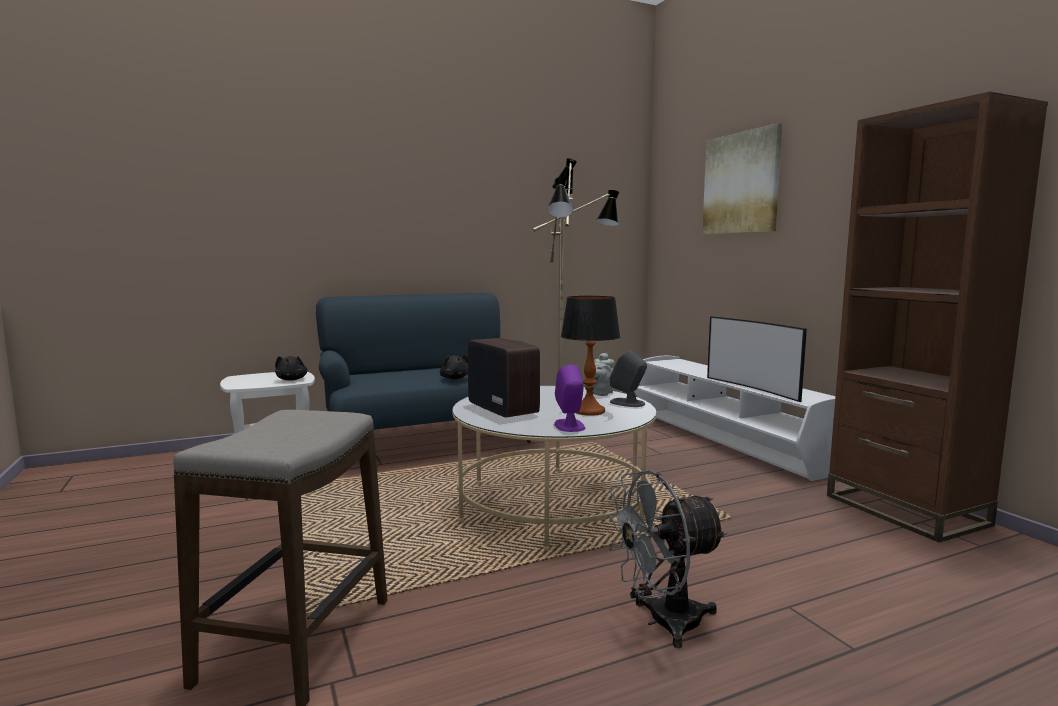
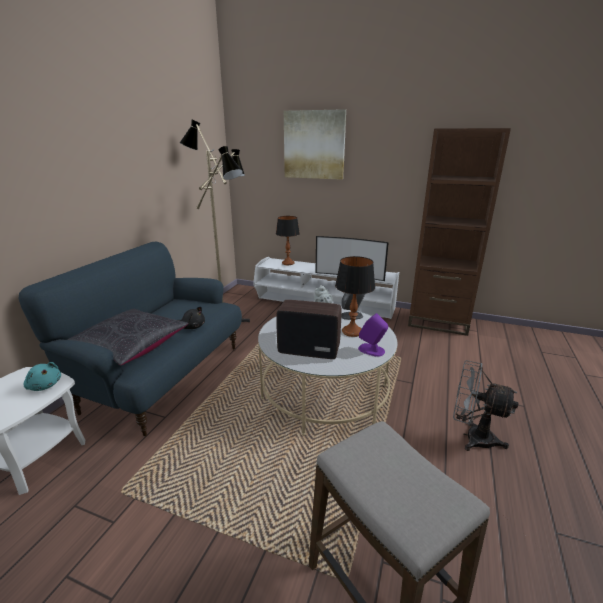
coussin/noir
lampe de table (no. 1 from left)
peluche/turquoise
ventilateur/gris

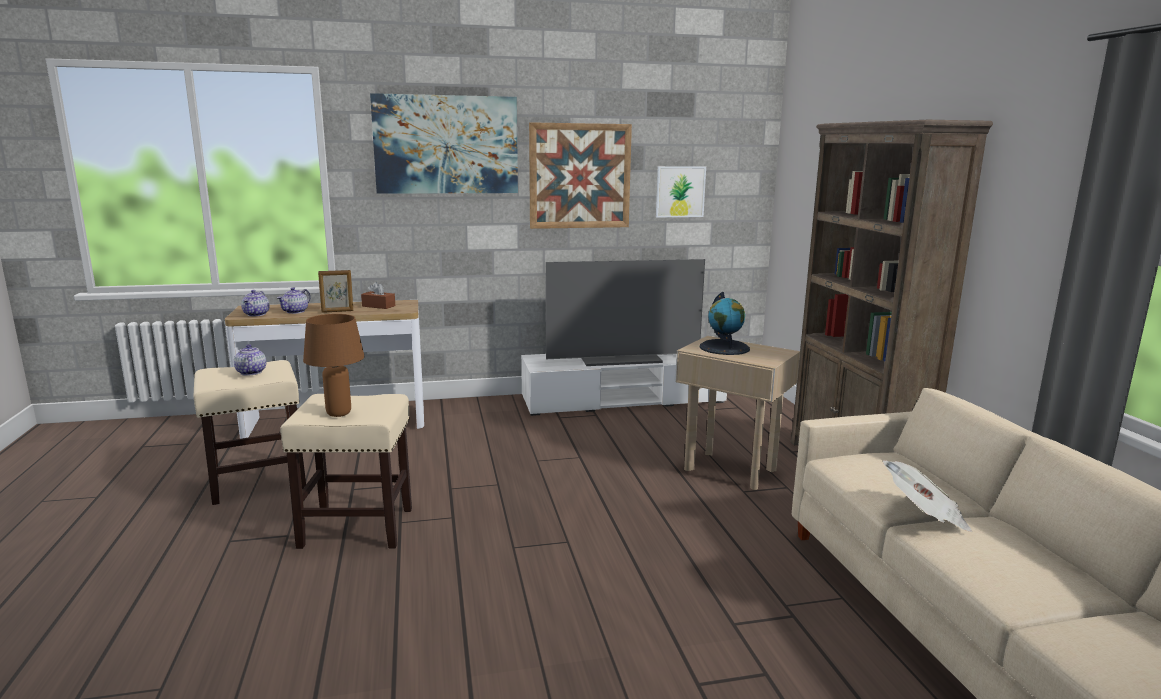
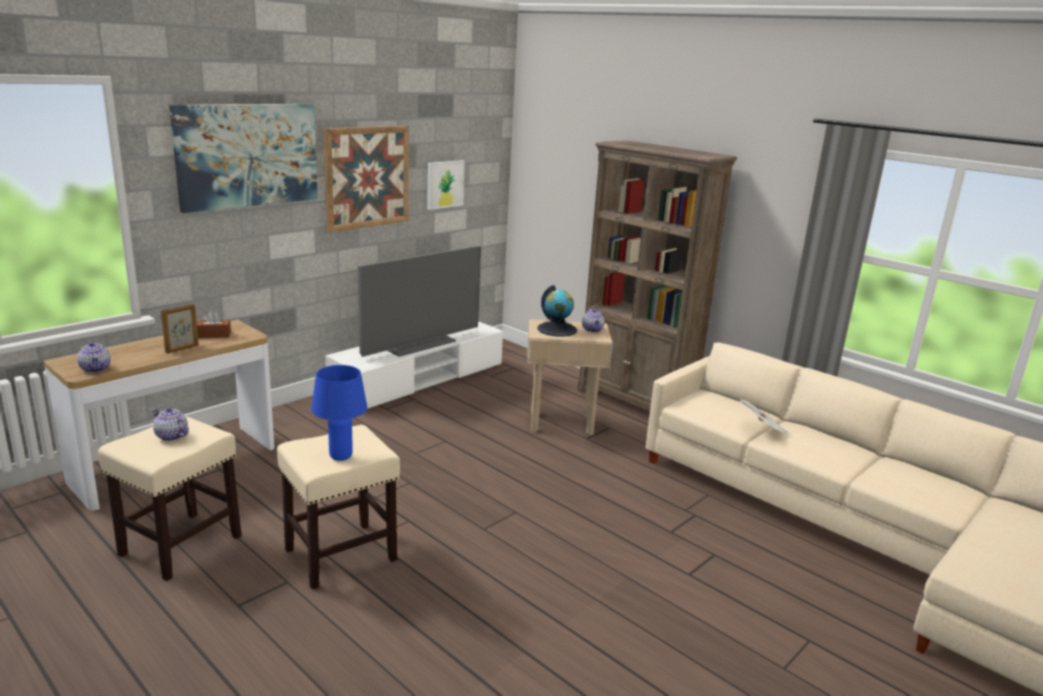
théière (no. 3 from left)
lampe de table/bleu

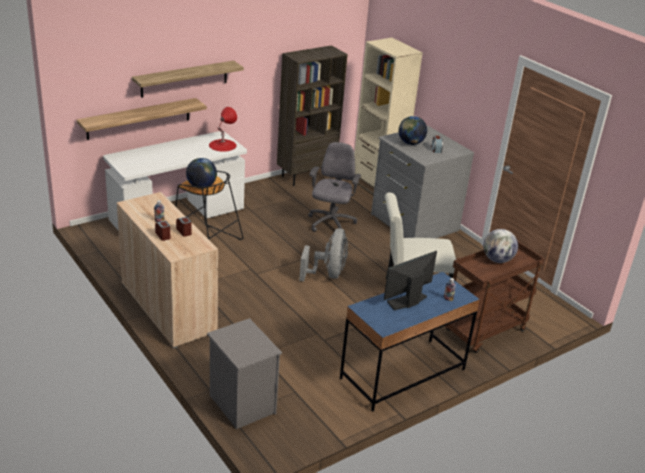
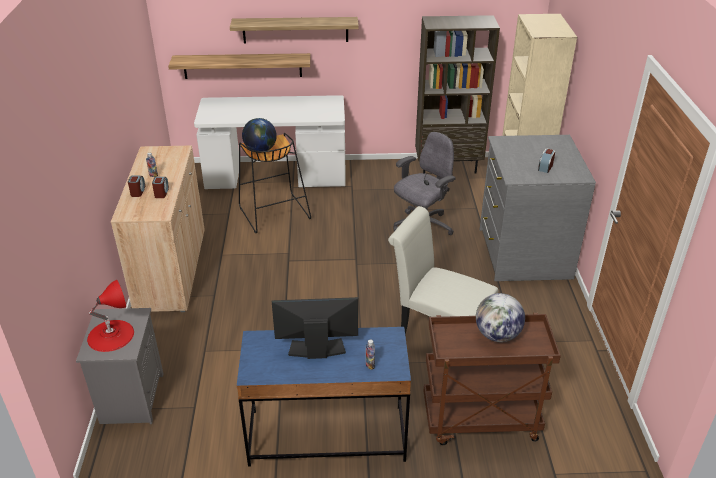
ventilateur/gris
globe (no. 2 from left in the first image)
lampe de table/rouge

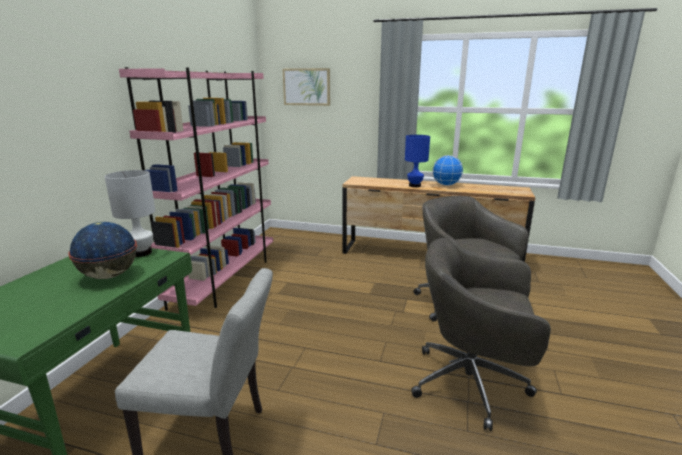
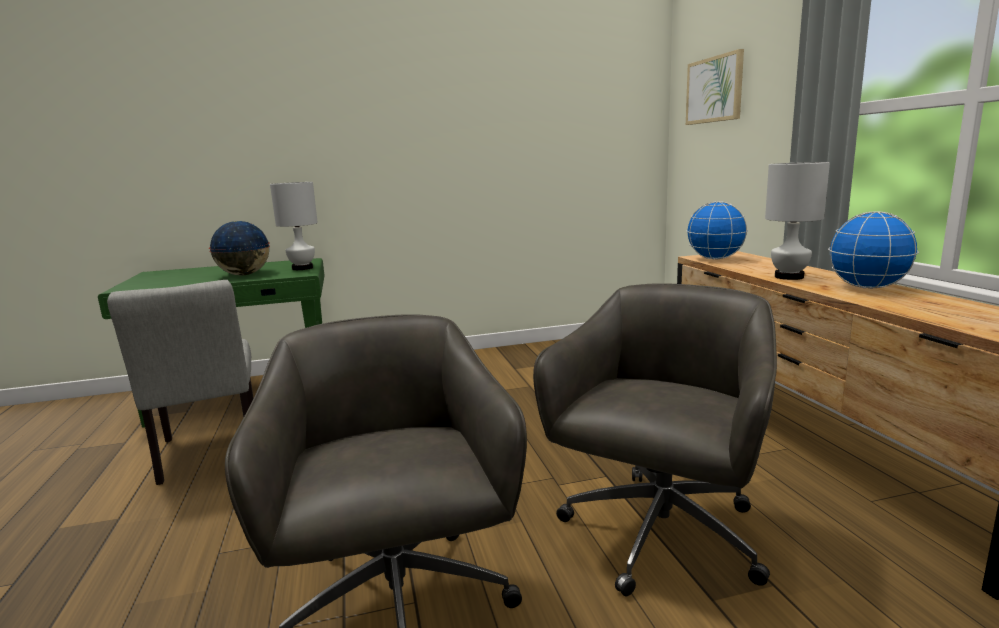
bibliothèque/rose
globe (no. 2 from left)
lampe de table/blanc (no. 2 from left)

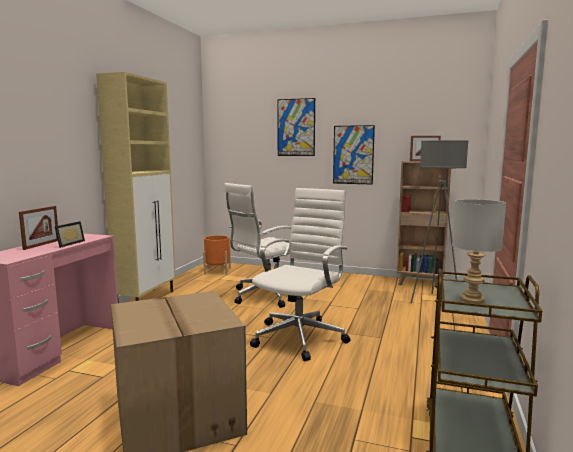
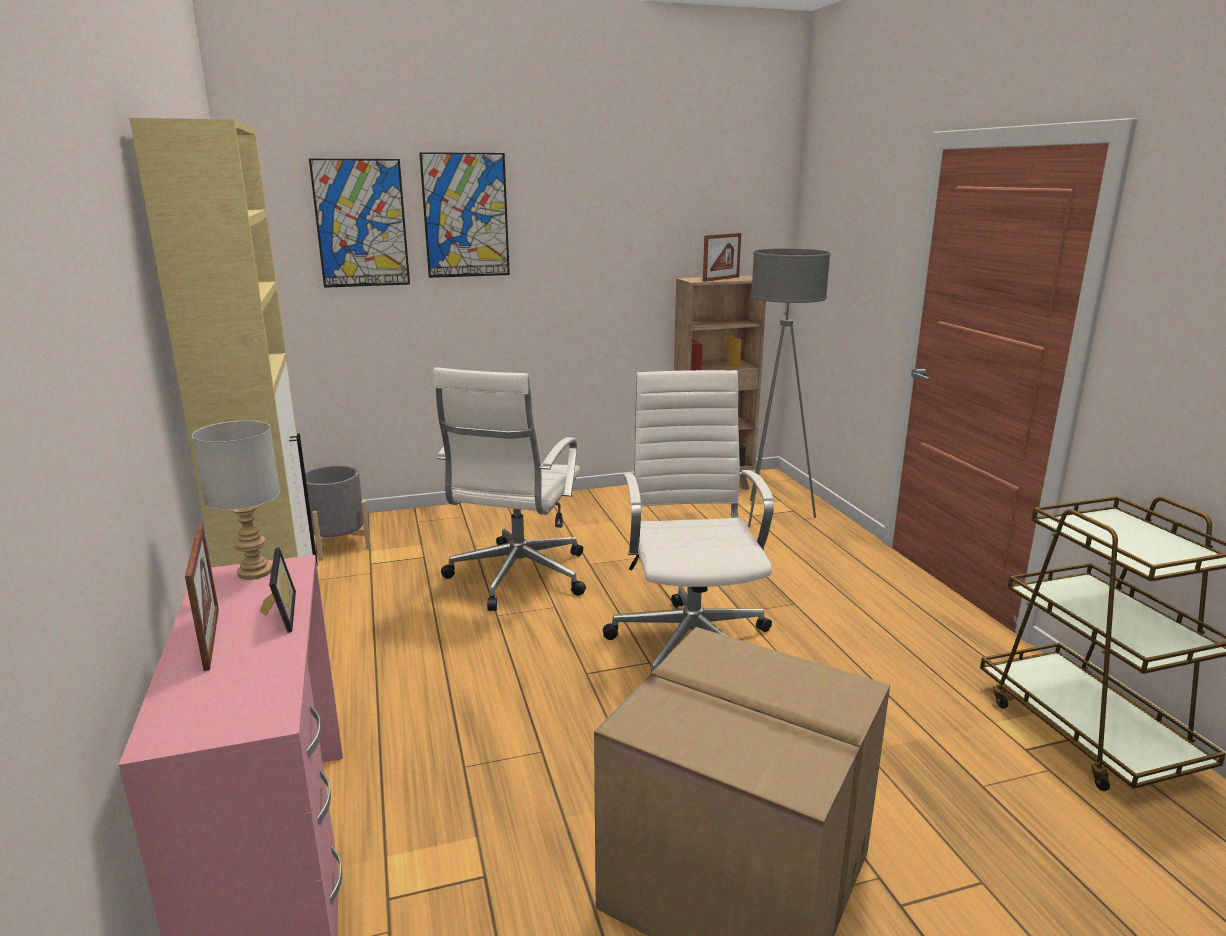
tableau (no. 1 from left)
lampe de table/gris
cache-pot/gris

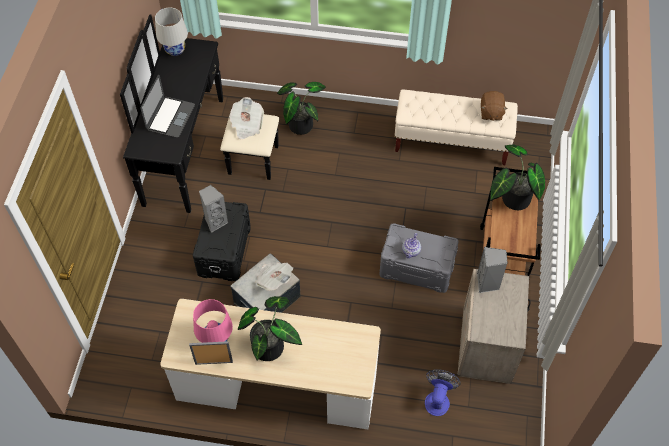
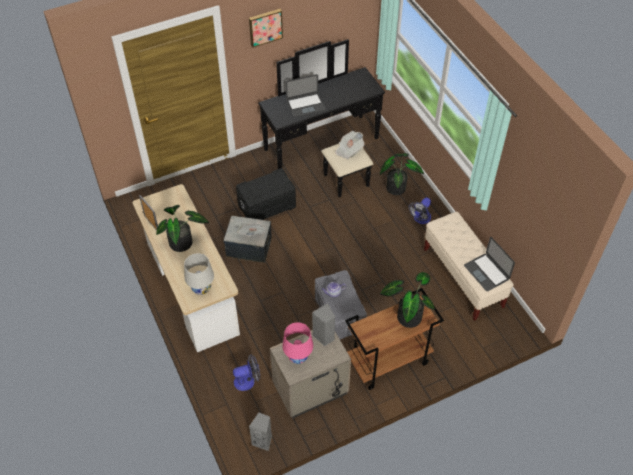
tableau
ventilateur (no. 2 from left)
lampe de table/blanc
lampe de table/rose
enceinte/gris (no. 1 from left)
ordinateur portable (no. 2 from left)

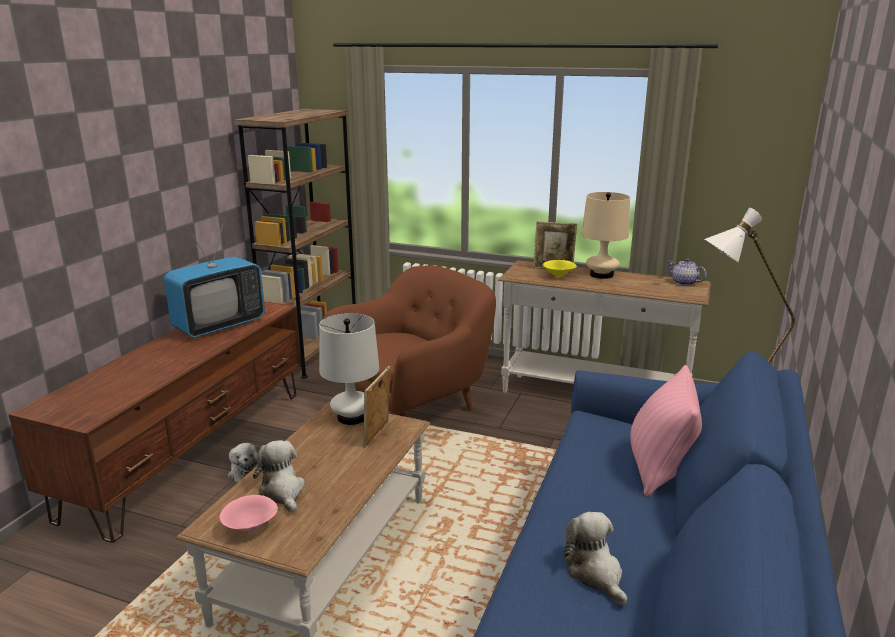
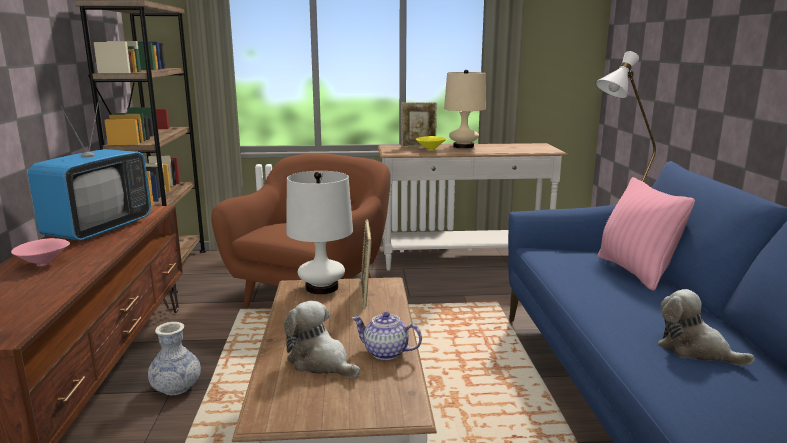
bol/rose
théière
vase

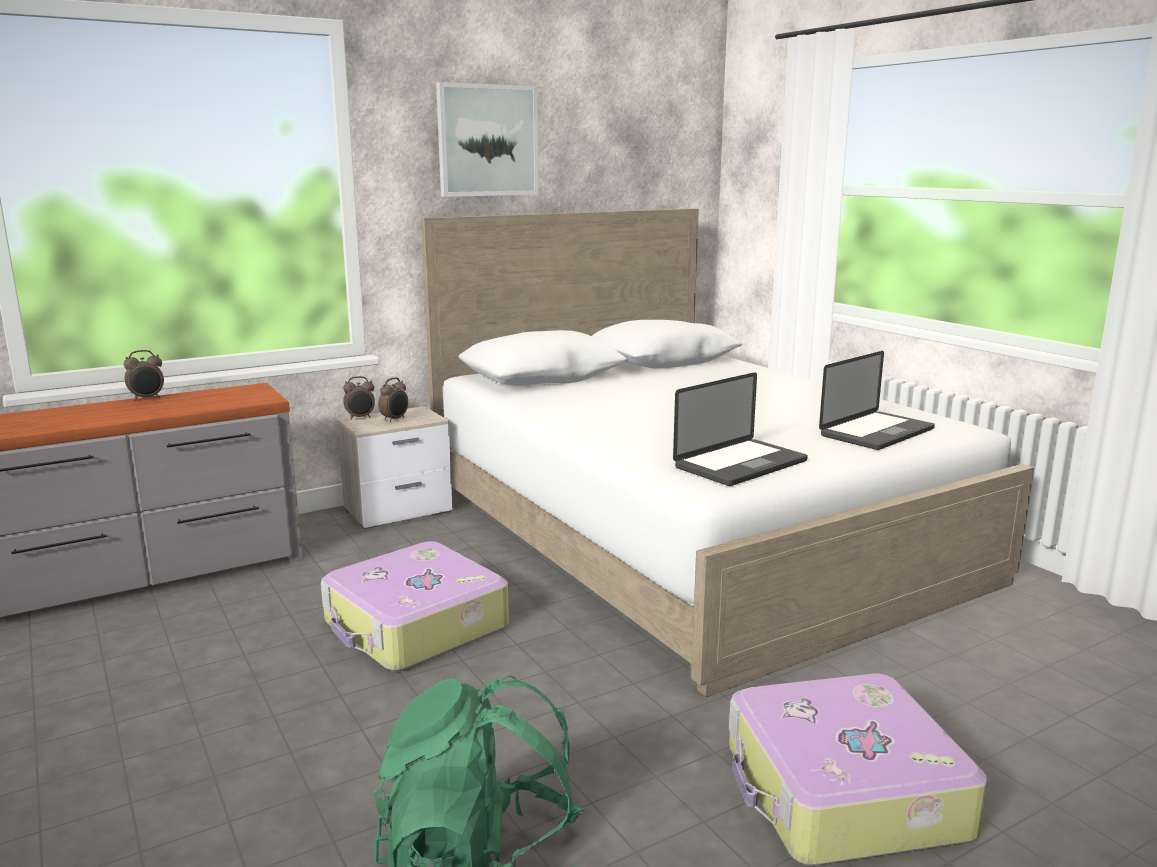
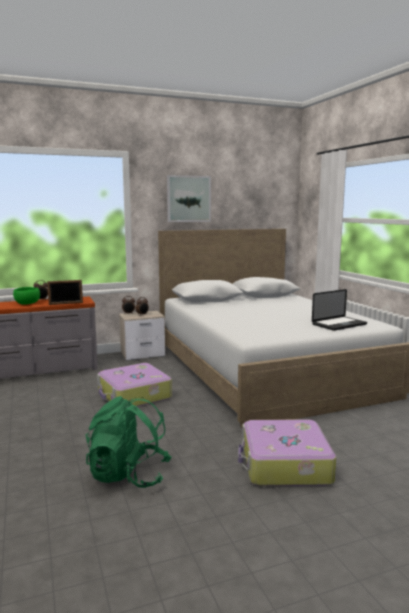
ordinateur portable (no. 1 from left in the first image)
bol/vert
cadre photo

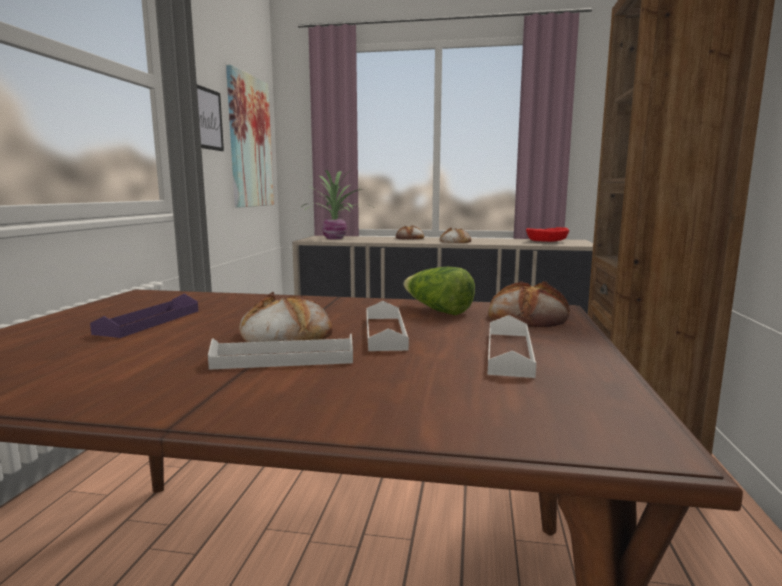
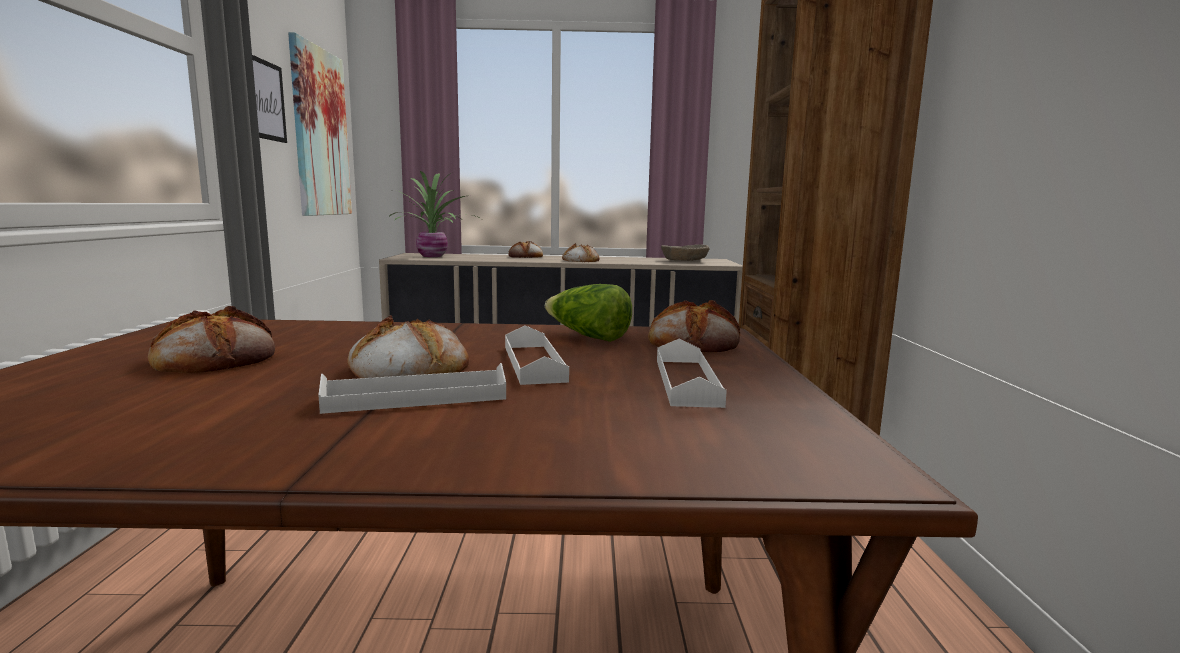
pain (no. 1 from left)
bol/beige

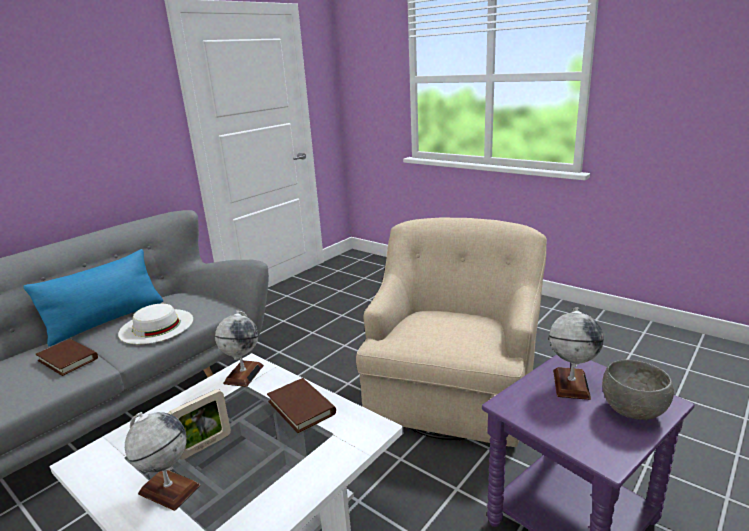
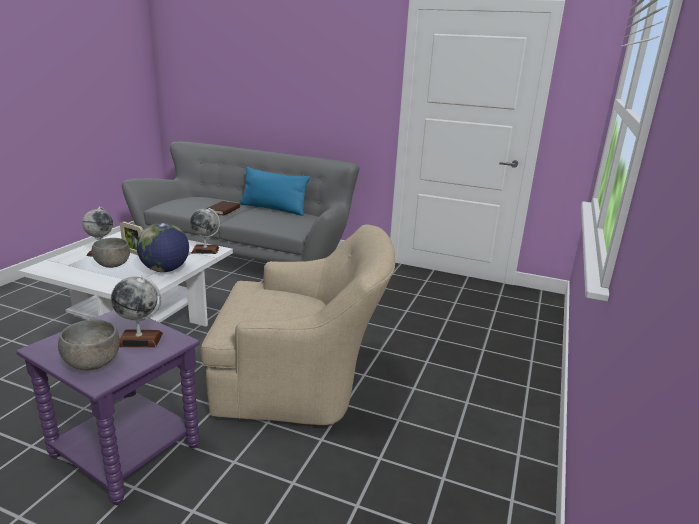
chapeau/blanc
bol/gris (no. 2 from left)
globe (no. 3 from left)

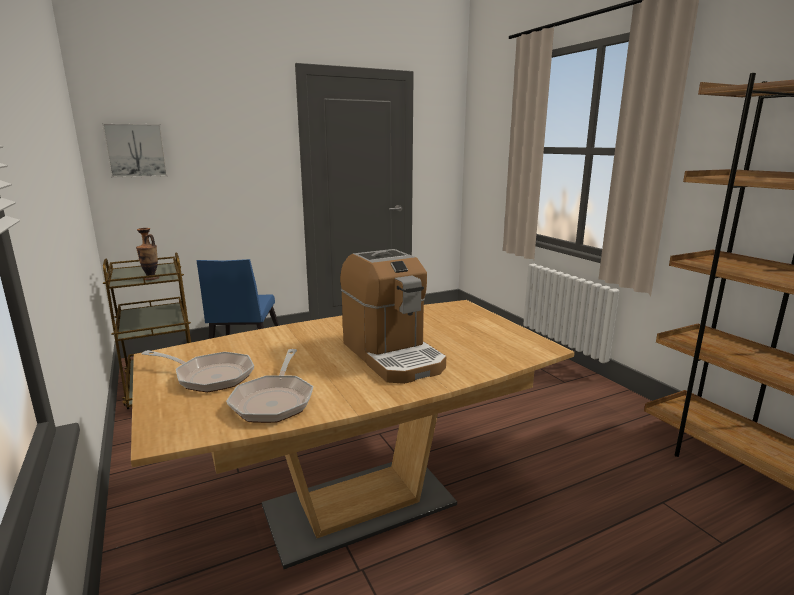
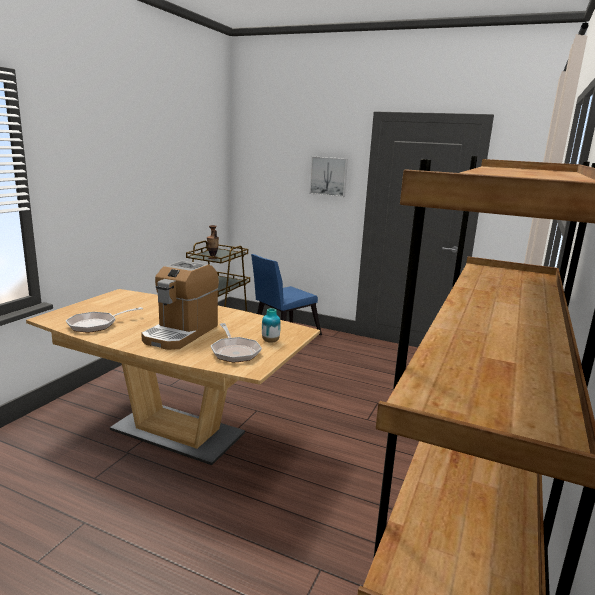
vase (no. 2 from left)
tableau
poêle (no. 2 from left)

